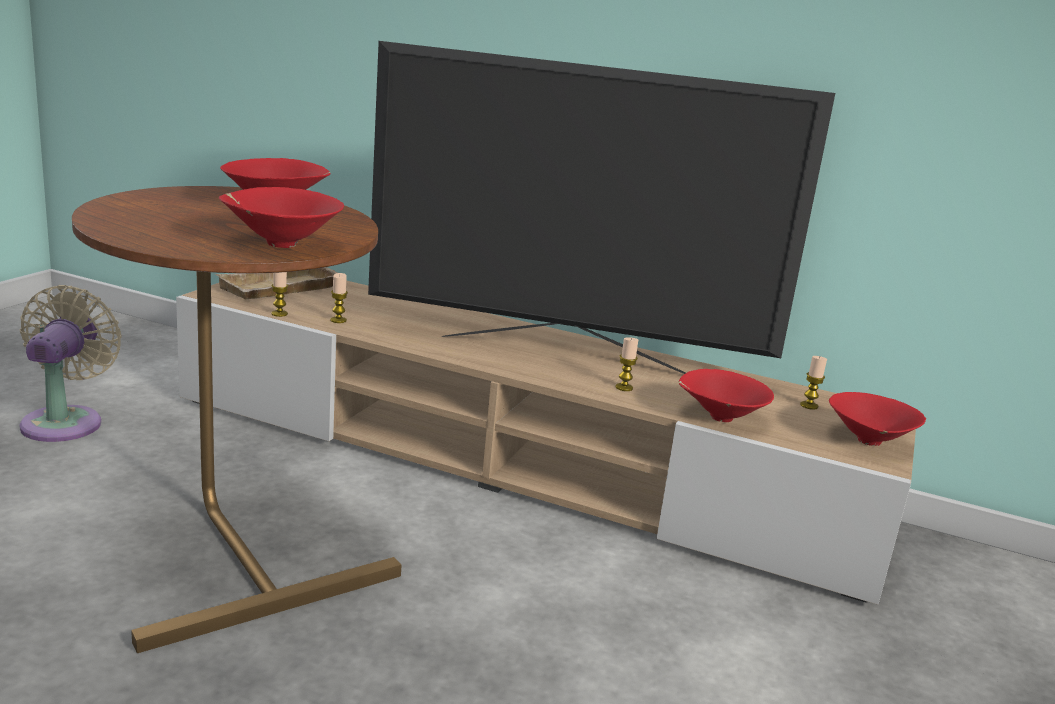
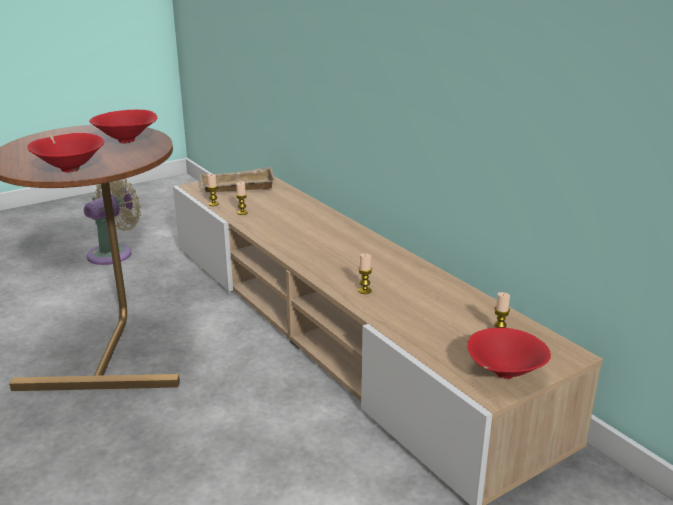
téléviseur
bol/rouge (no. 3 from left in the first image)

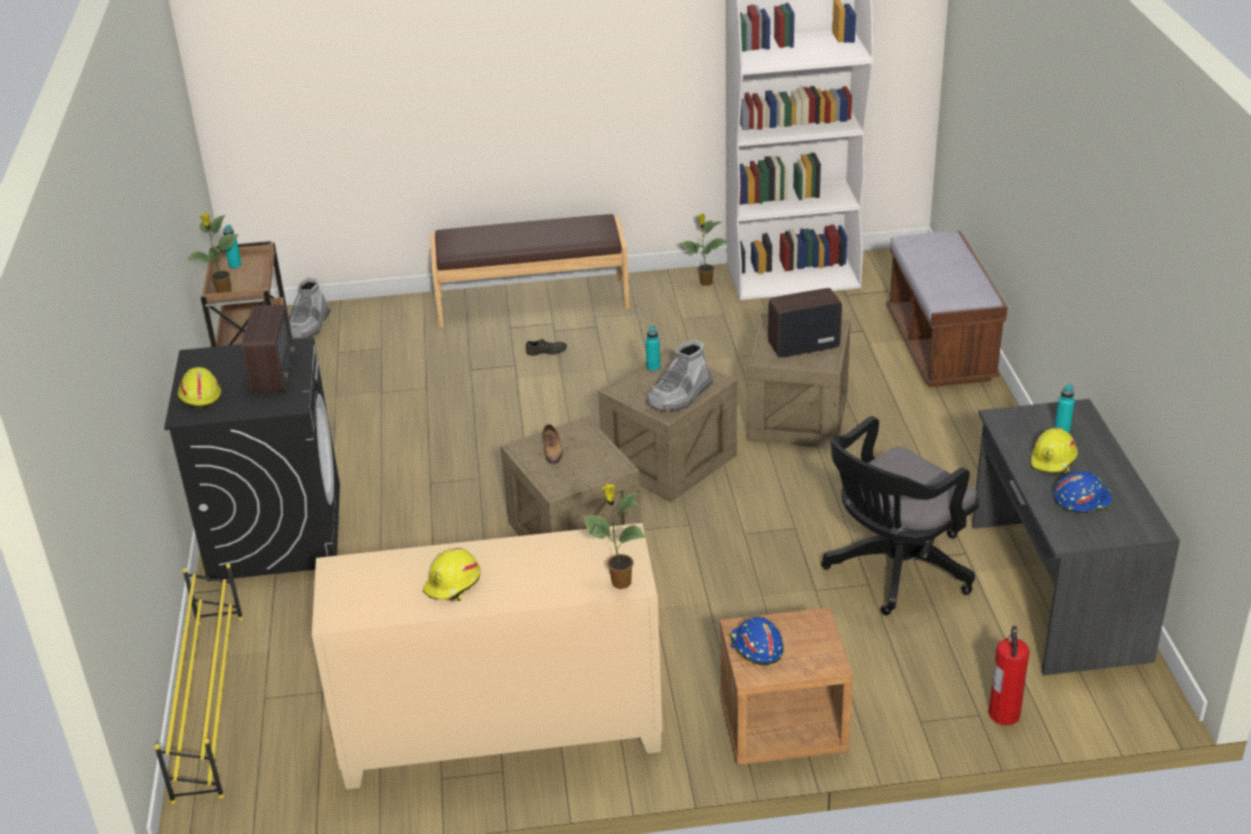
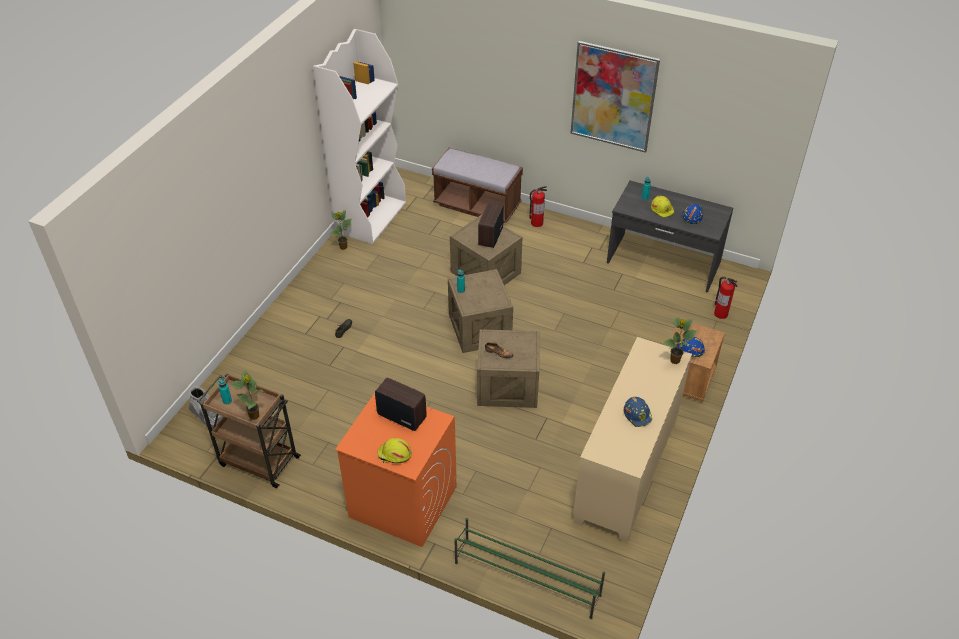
banc/marron (no. 1 from left in the first image)
botte/gris (no. 2 from left in the first image)
chaise de bureau/noir
extincteur (no. 1 from left)
tableau
étagère à chaussures/vert
lave-linge/orange
casque de chantier/bleu (no. 1 from left)

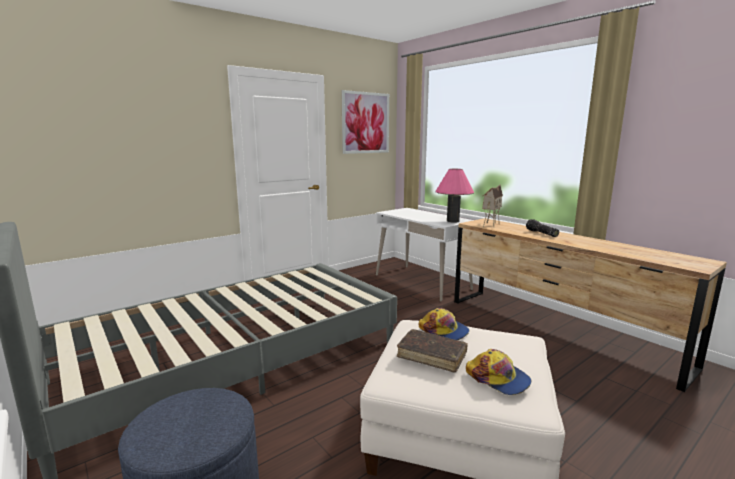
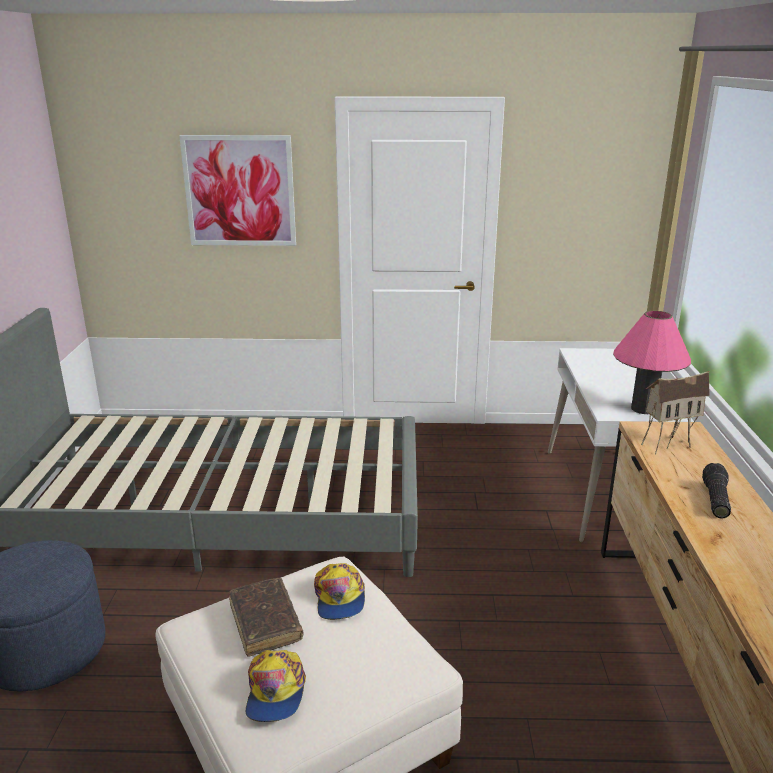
tableau

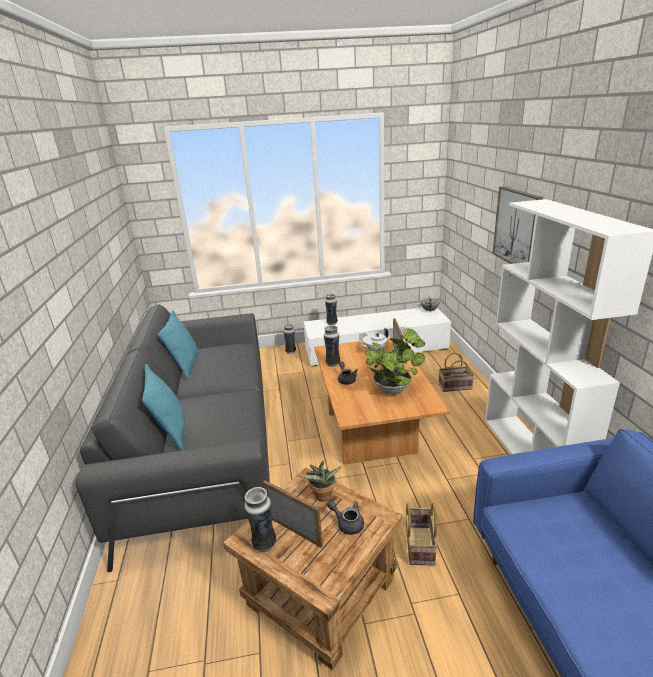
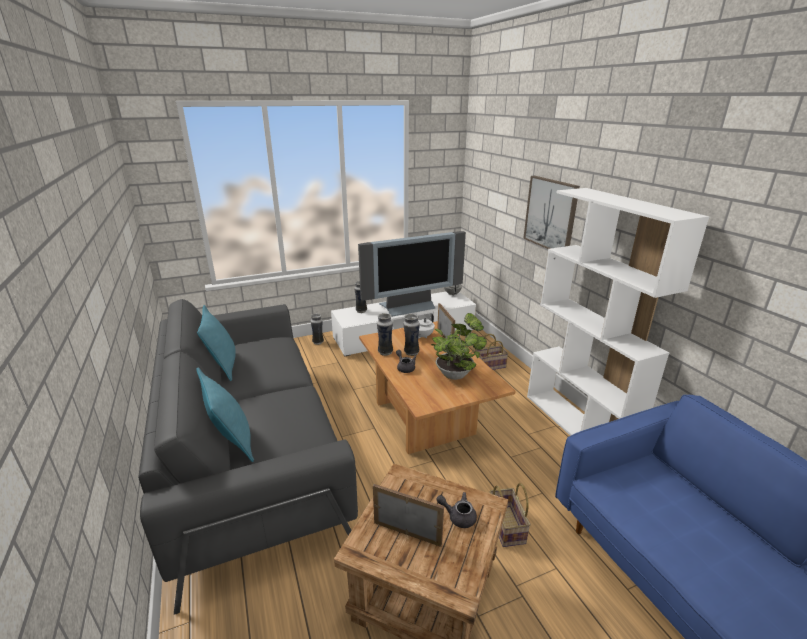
plante en pot (no. 1 from left in the first image)
téléviseur
vase (no. 4 from left)

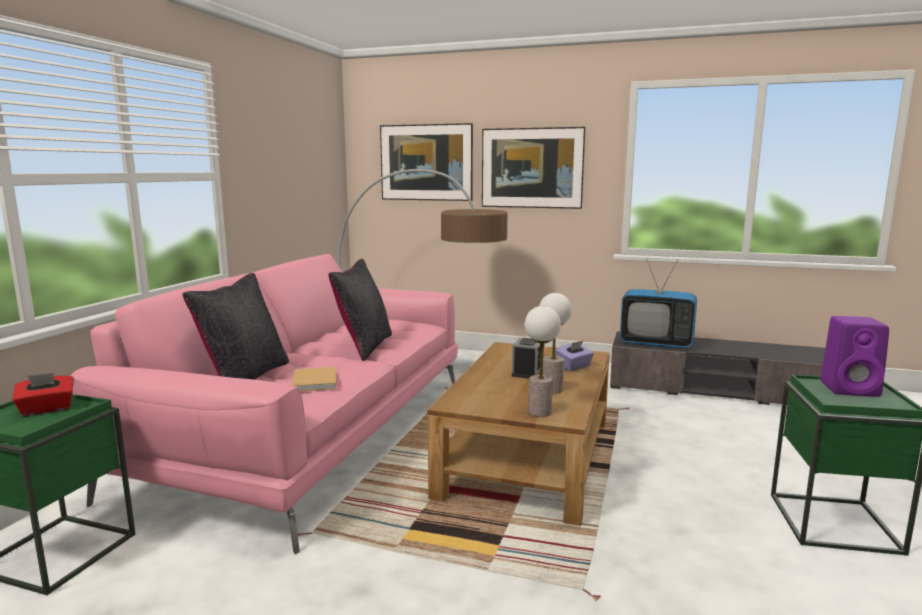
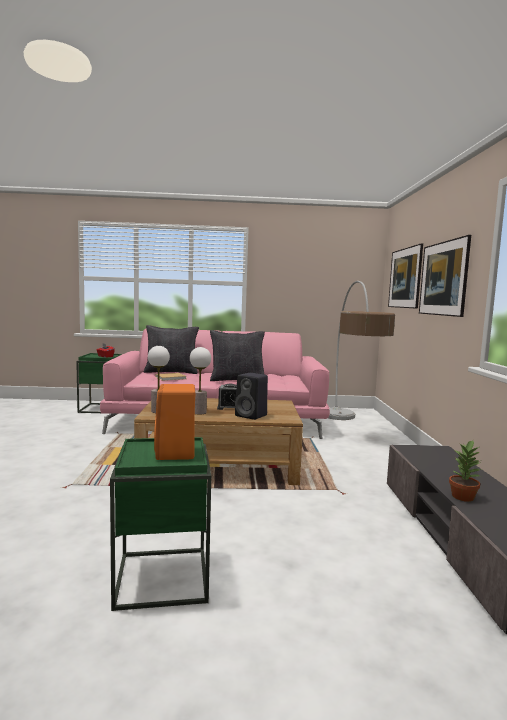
téléviseur
plante en pot
enceinte/noir
enceinte/orange

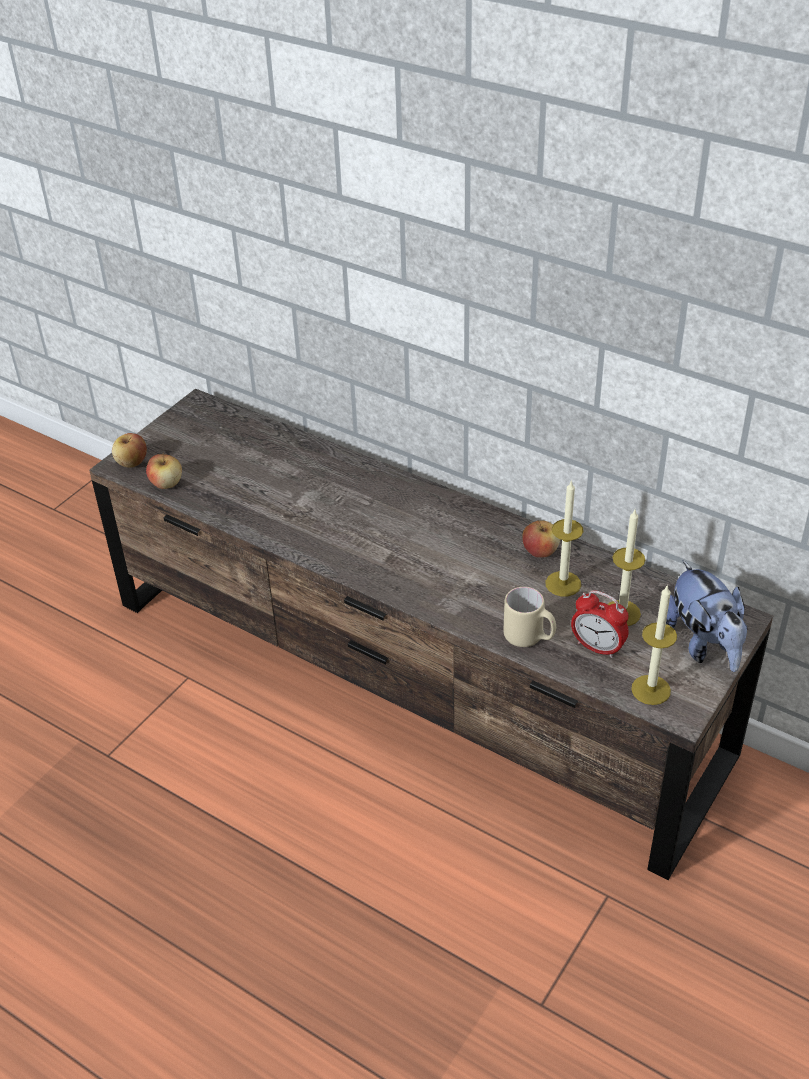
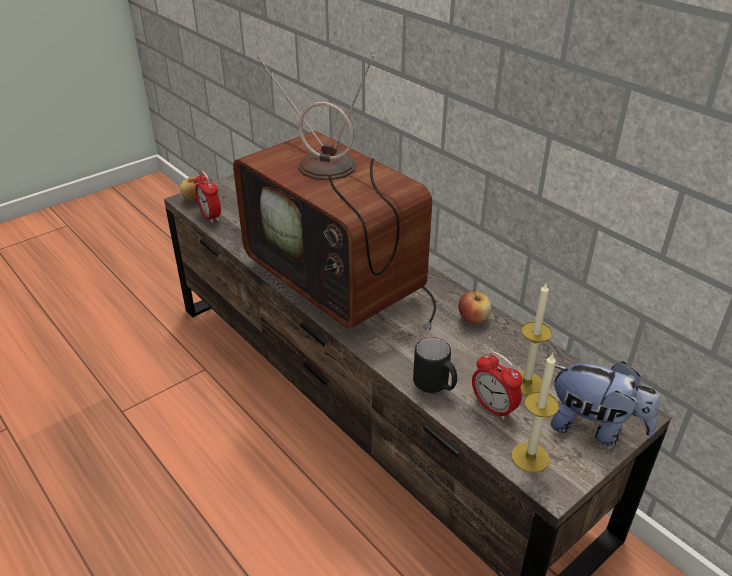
bougie (no. 1 from left in the first image)
téléviseur
réveil (no. 1 from left)
mug/noir
peluche

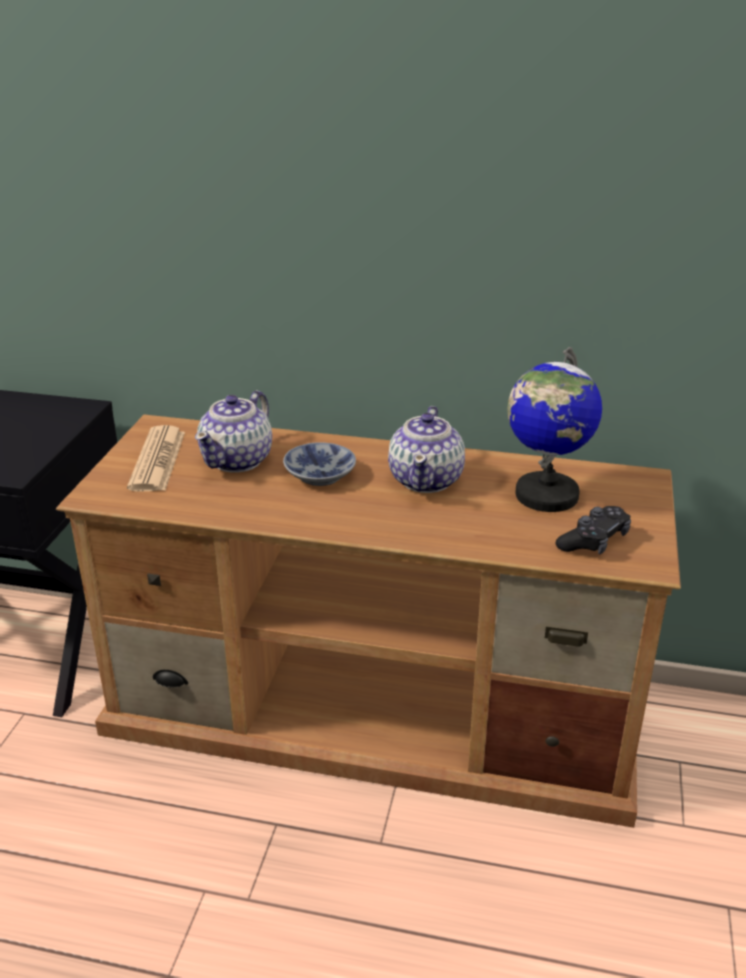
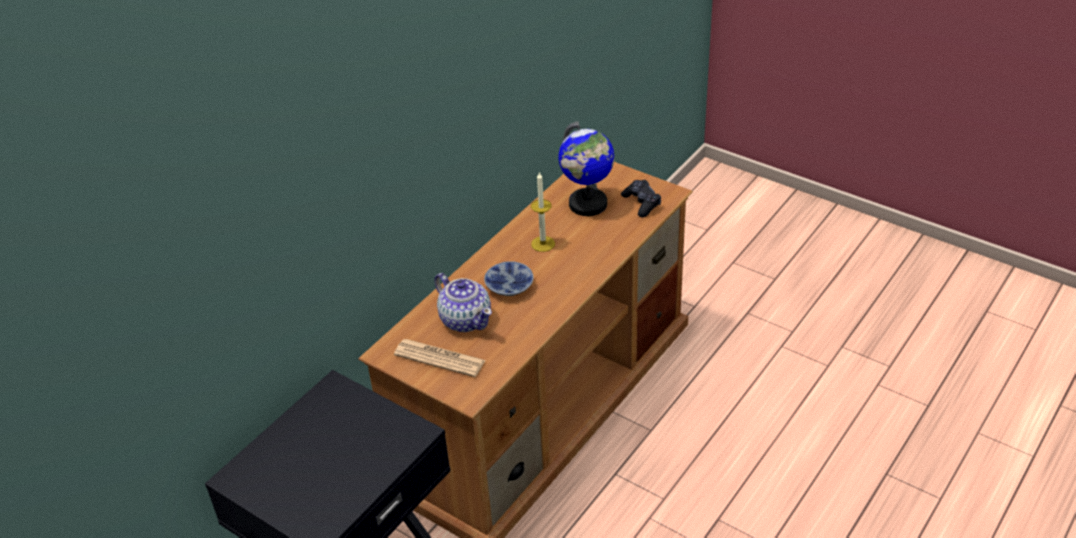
bougie

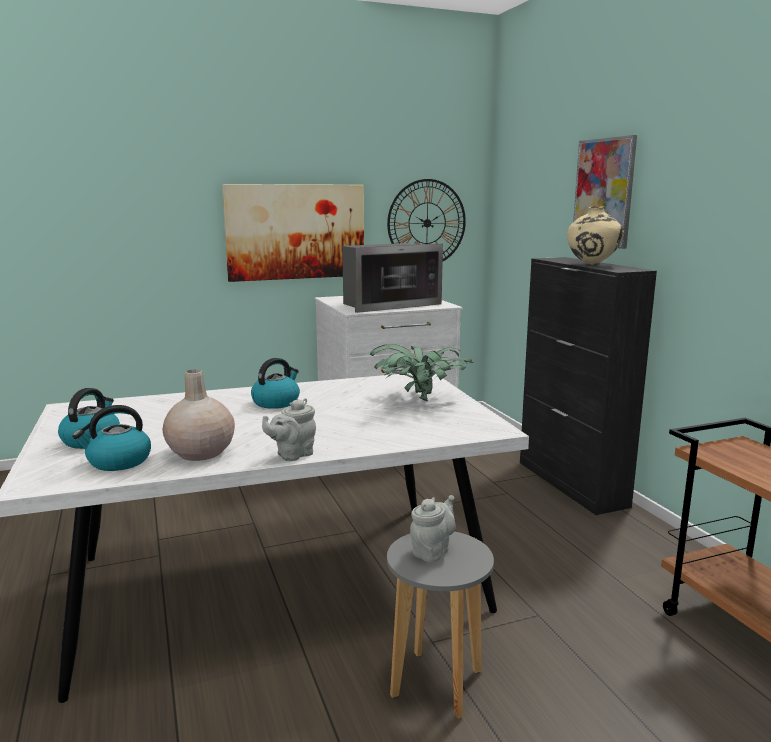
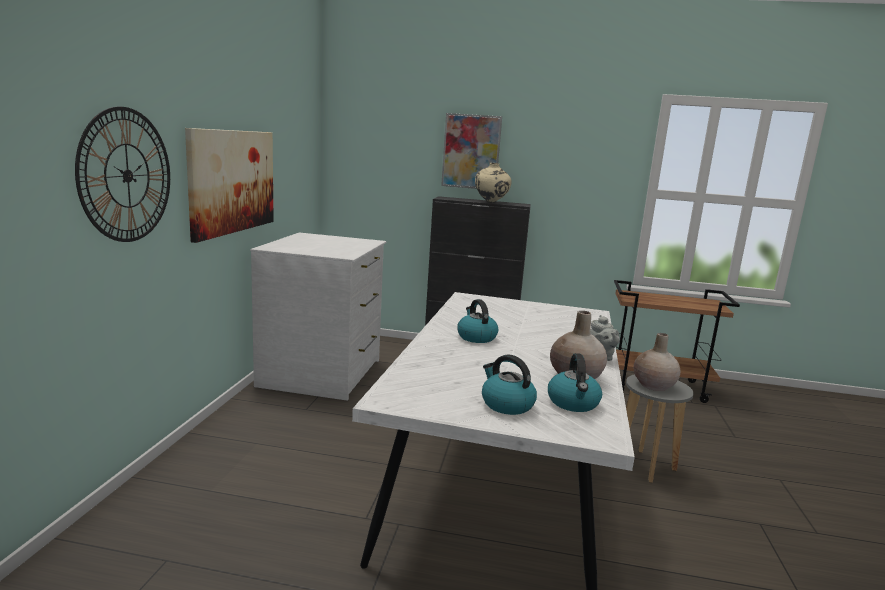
micro-ondes
plante en pot
horloge murale
vase/beige (no. 3 from left)

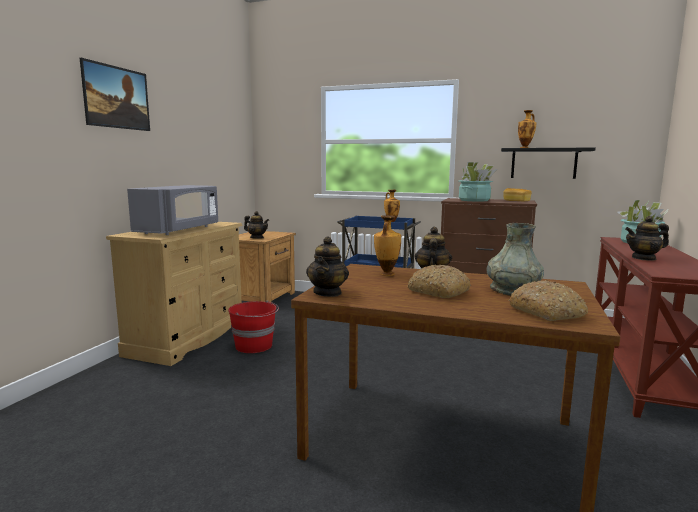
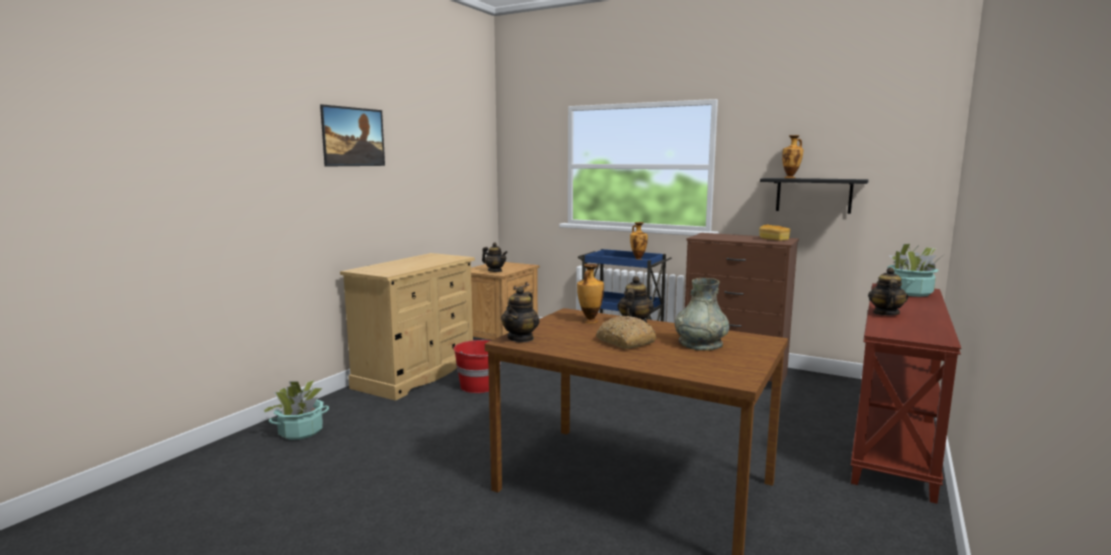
micro-ondes/gris
pain (no. 3 from left in the first image)
plante en pot (no. 1 from left)
théière (no. 4 from left)

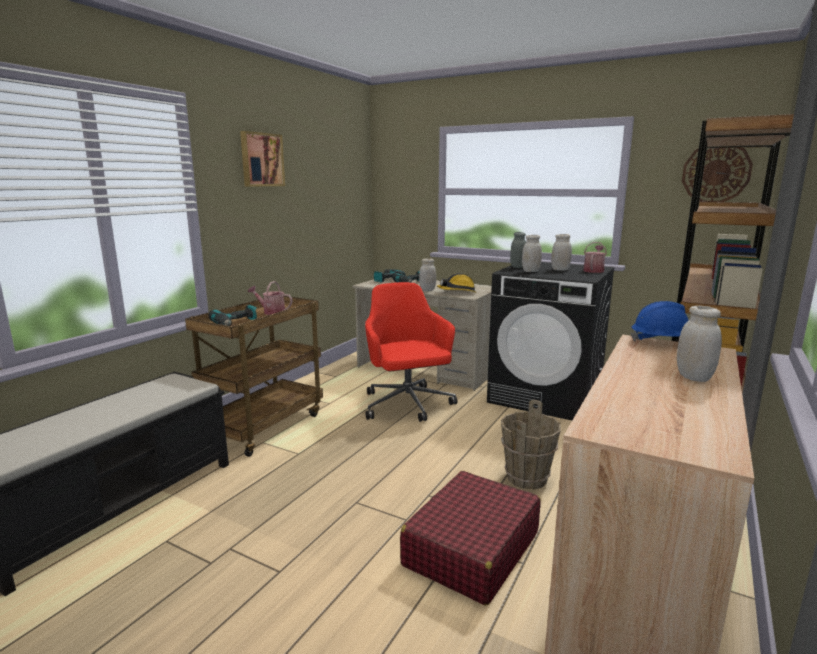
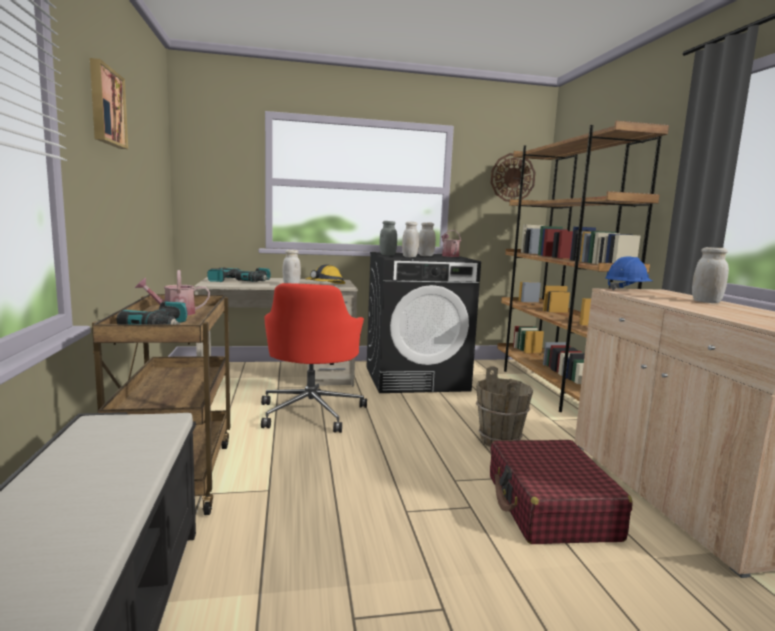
chaise de bureau/rouge

